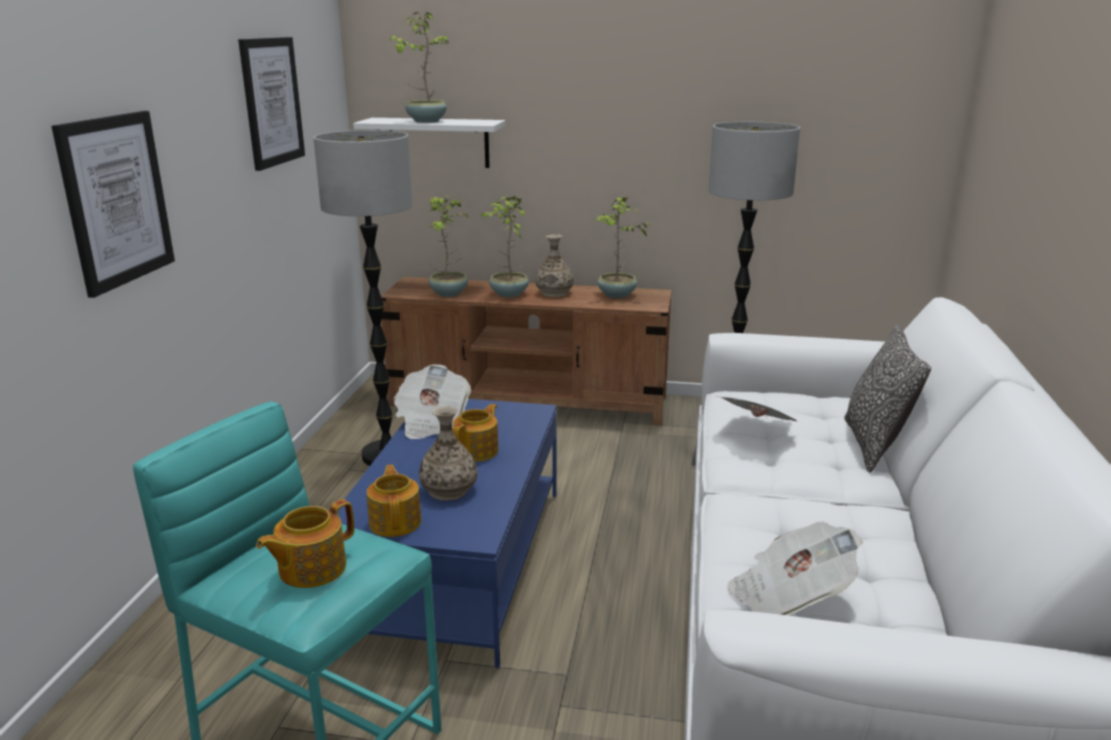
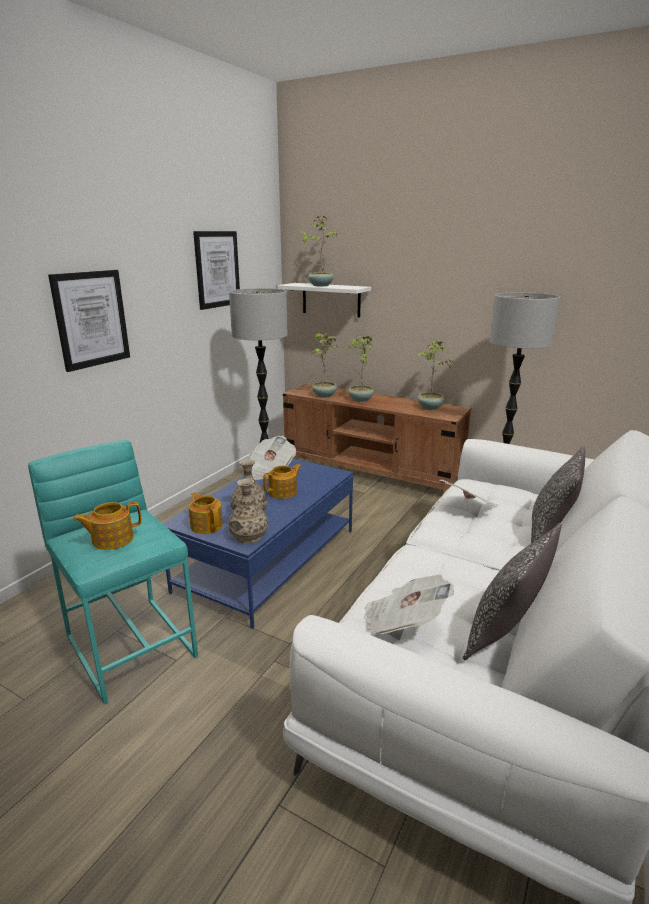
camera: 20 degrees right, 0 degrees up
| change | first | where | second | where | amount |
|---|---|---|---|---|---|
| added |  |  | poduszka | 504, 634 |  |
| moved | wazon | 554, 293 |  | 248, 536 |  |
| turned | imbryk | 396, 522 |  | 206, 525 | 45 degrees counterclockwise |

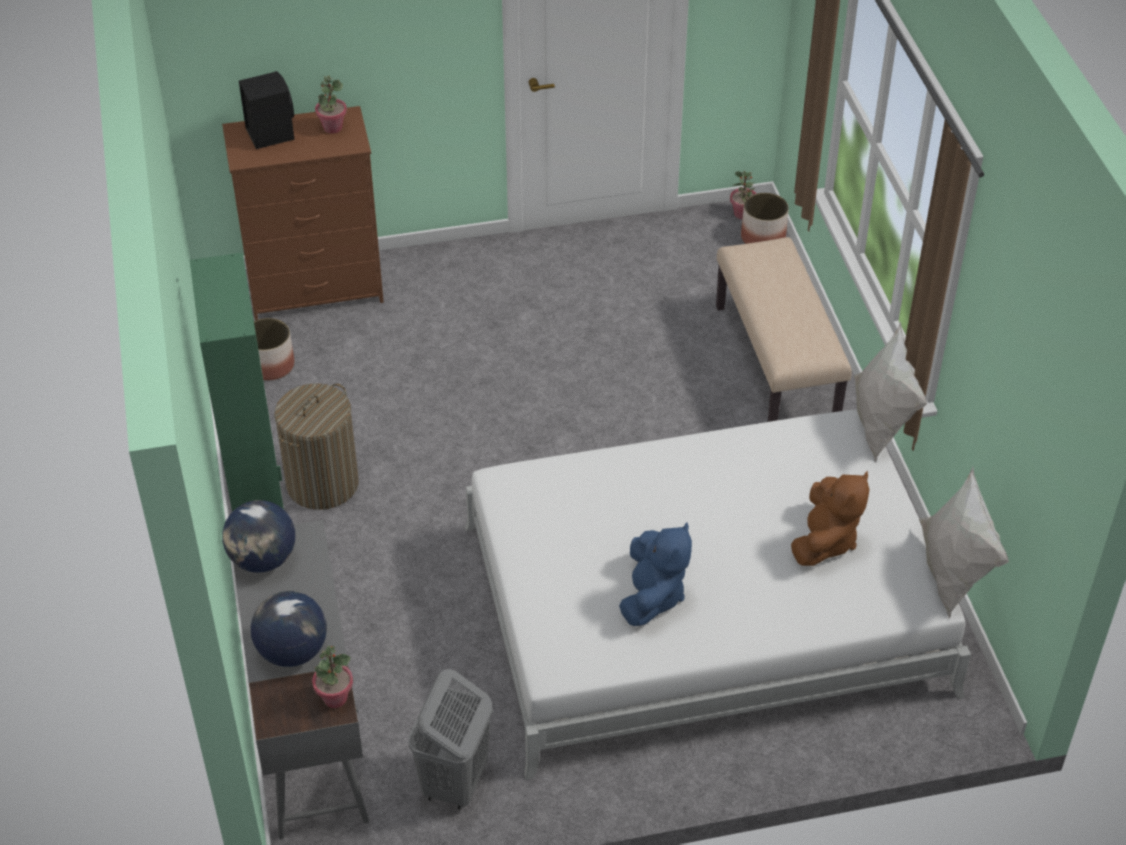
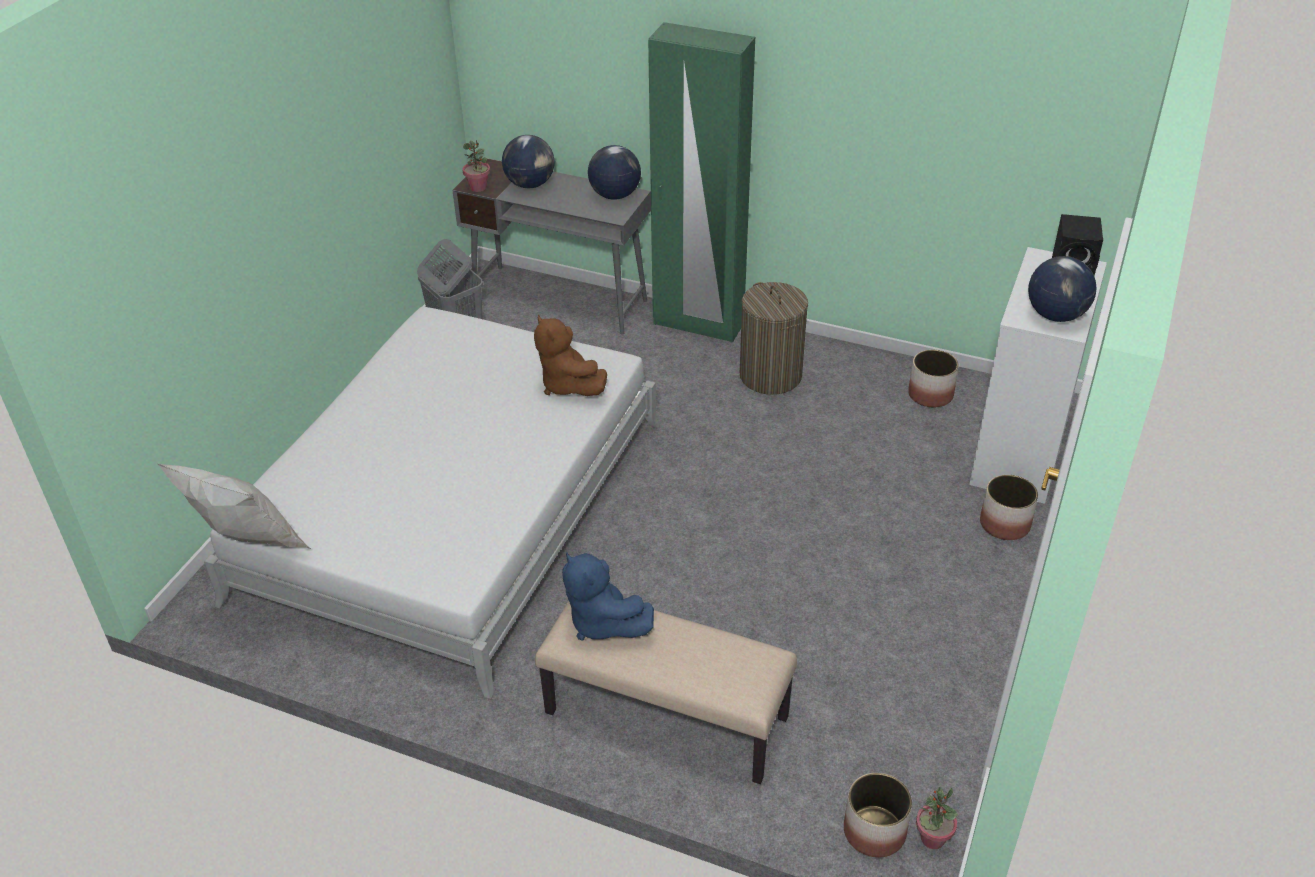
camera: 125 degrees right, 5 degrees down
| change | first | where | second | where | amount |
|---|---|---|---|---|---|
| removed | poduszka/biały | 880, 426 |  |  |  |
| added |  |  | donica | 1004, 524 |  |
| moved | pluszak/niebieski | 652, 596 |  | 602, 622 |  |
| moved | pluszak/brązowy | 825, 541 |  | 568, 385 |  |
| replaced | roślina doniczkowa | 332, 127 | globus | 1056, 315 |  |
| recoloured | komoda/brązowy | 316, 288 | komoda/biały | 1019, 453 |  |

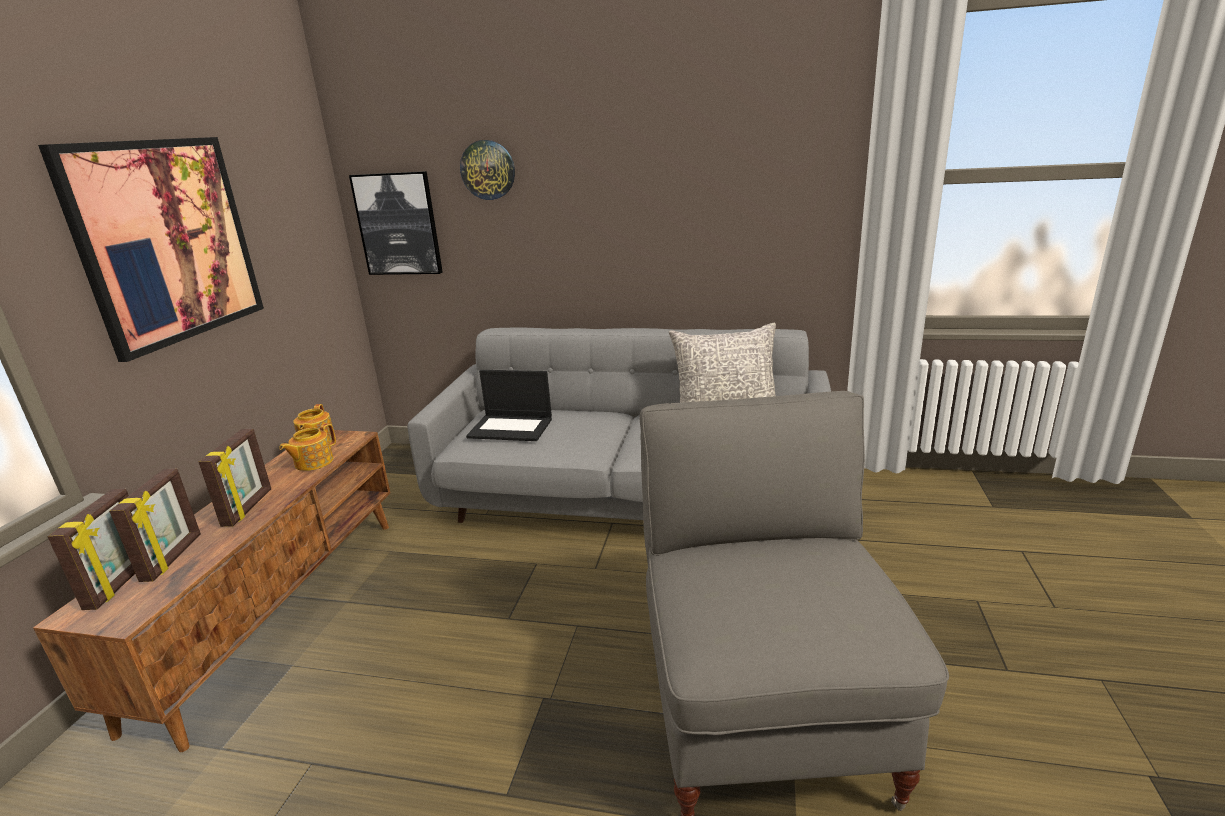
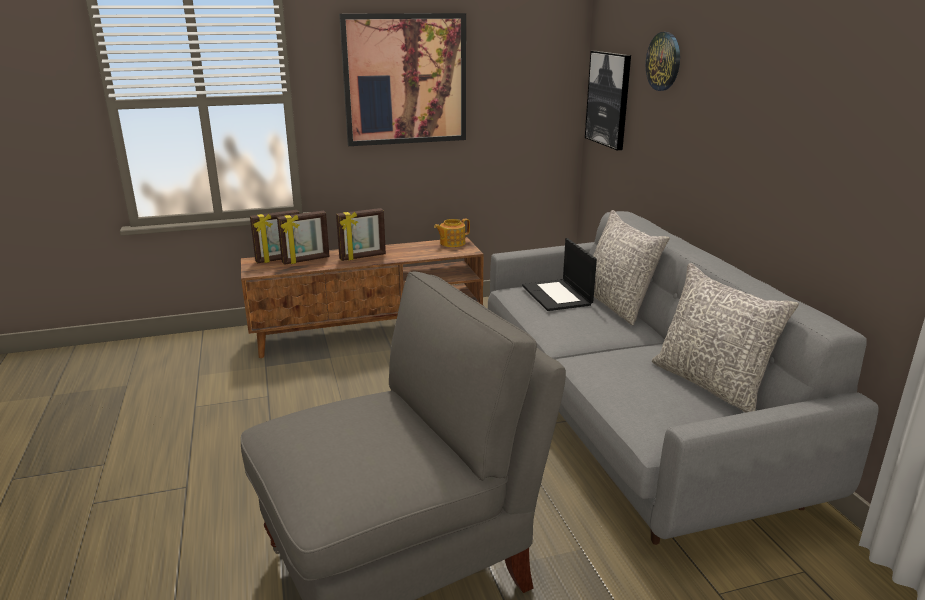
camera: 60 degrees right, 0 degrees up
| change | first | where | second | where | amount |
|---|---|---|---|---|---|
| removed | imbryk | 313, 462 |  |  |  |
| added |  |  | poduszka/szary | 617, 305 |  |

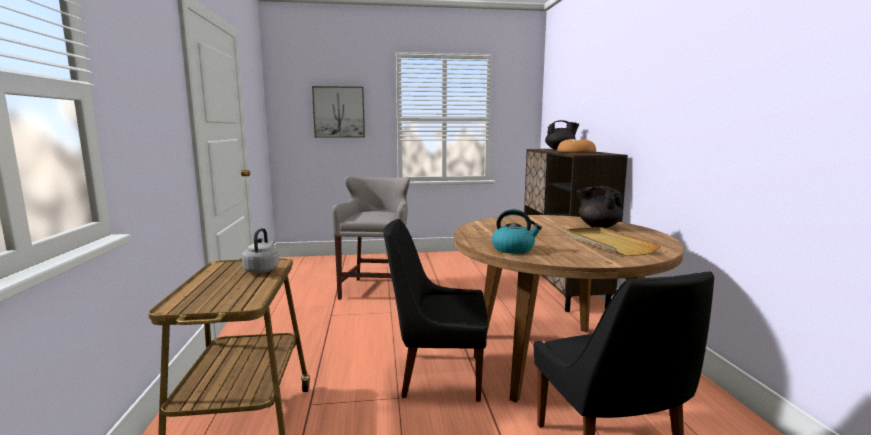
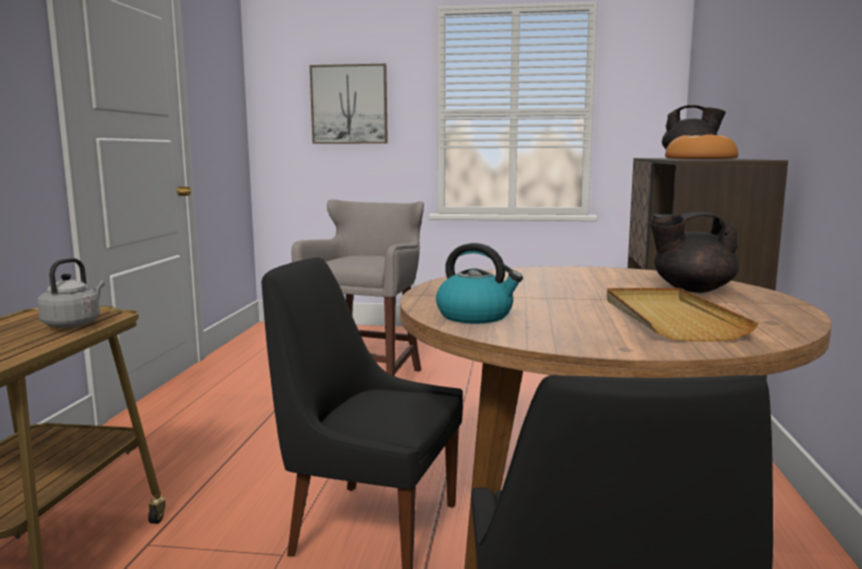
camera: 15 degrees right, 0 degrees up
| change | first | where | second | where | amount |
|---|---|---|---|---|---|
| turned | imbryk/czarny | 598, 226 |  | 691, 289 | 60 degrees counterclockwise |

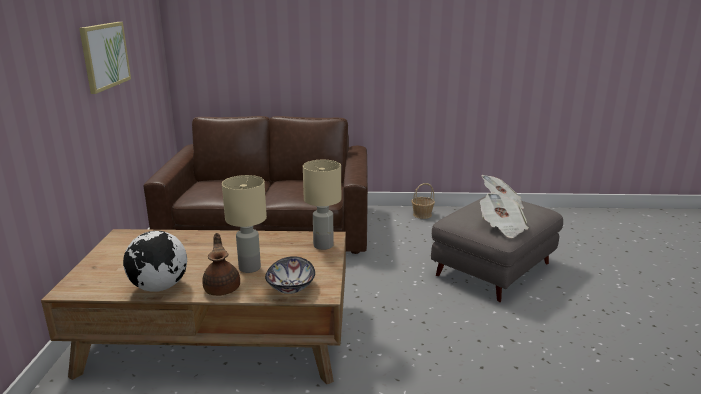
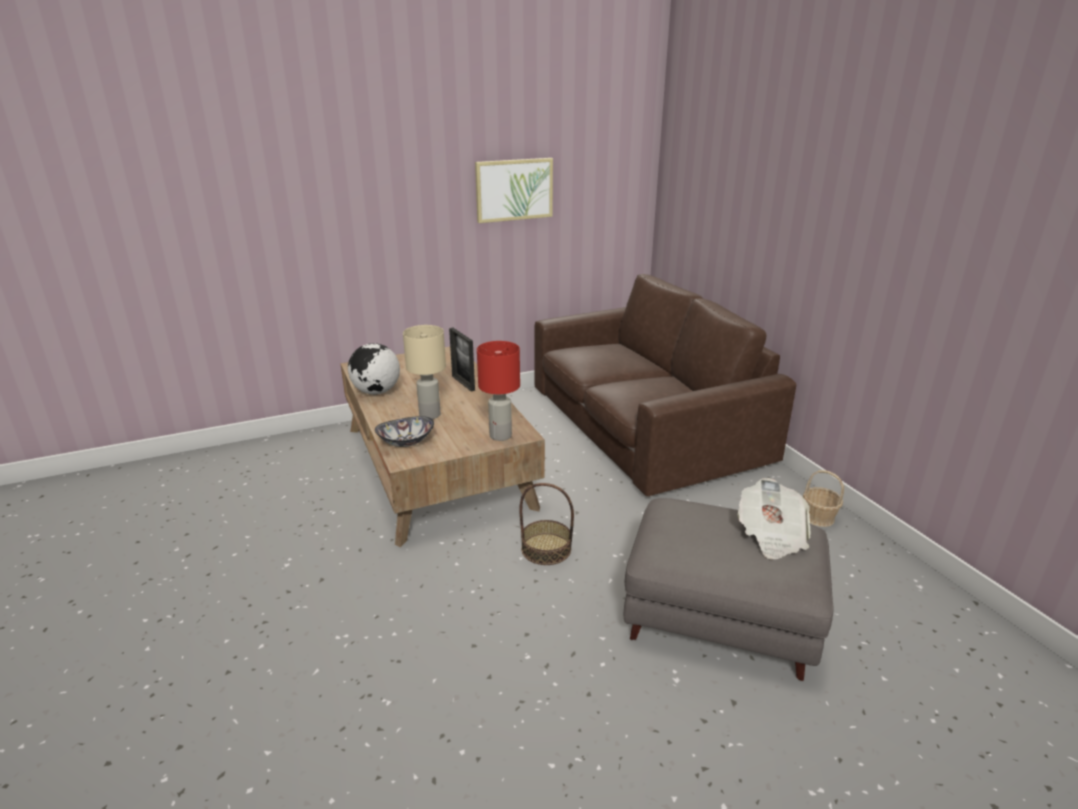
camera: 65 degrees right, 5 degrees up
| change | first | where | second | where | amount |
|---|---|---|---|---|---|
| removed | imbryk/brązowy | 222, 288 |  |  |  |
| removed | gazeta | 502, 227 |  |  |  |
| added |  |  | ramka na zdjęcie | 463, 383 |  |
| added |  |  | koszyk | 546, 549 |  |
| recoloured | lampa stołowa/beżowy | 324, 245 | lampa stołowa/czerwony | 500, 436 |  |

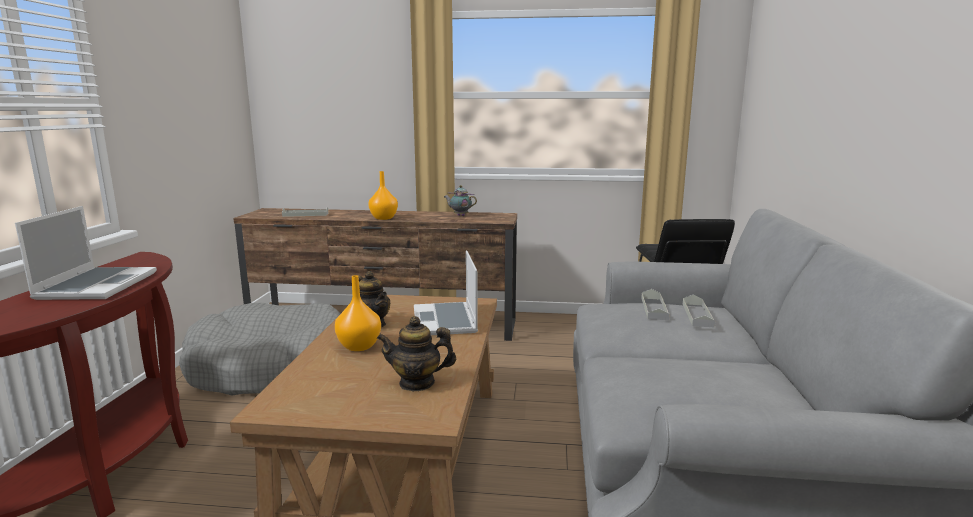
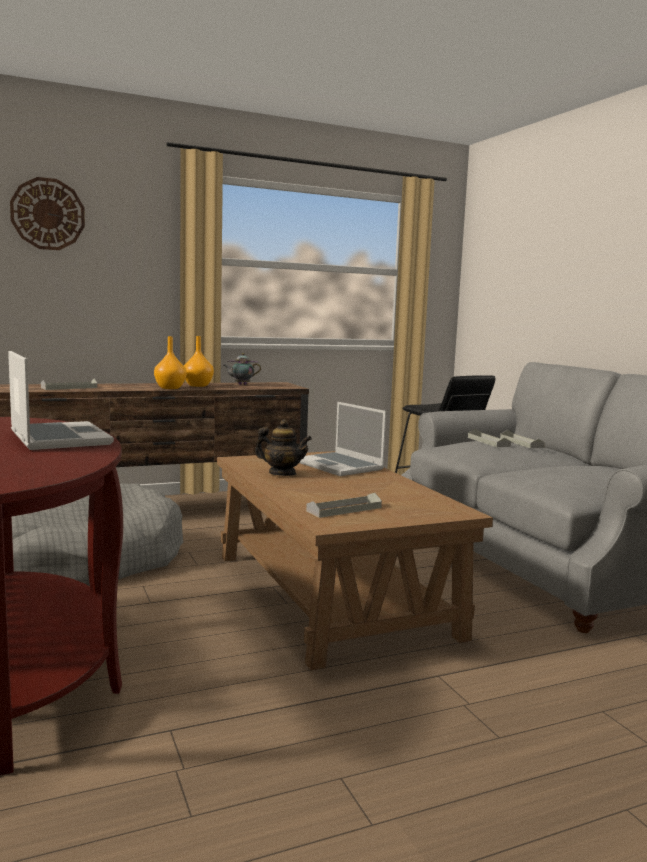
camera: 30 degrees left, 5 degrees down
| change | first | where | second | where | amount |
|---|---|---|---|---|---|
| removed | imbryk | 417, 383 |  |  |  |
| added |  |  | zegar ścienny | 48, 214 |  |
| added |  |  | taca/szary | 344, 509 |  |
| moved | wazon/pomarańczowy | 360, 346 |  | 198, 385 |  |

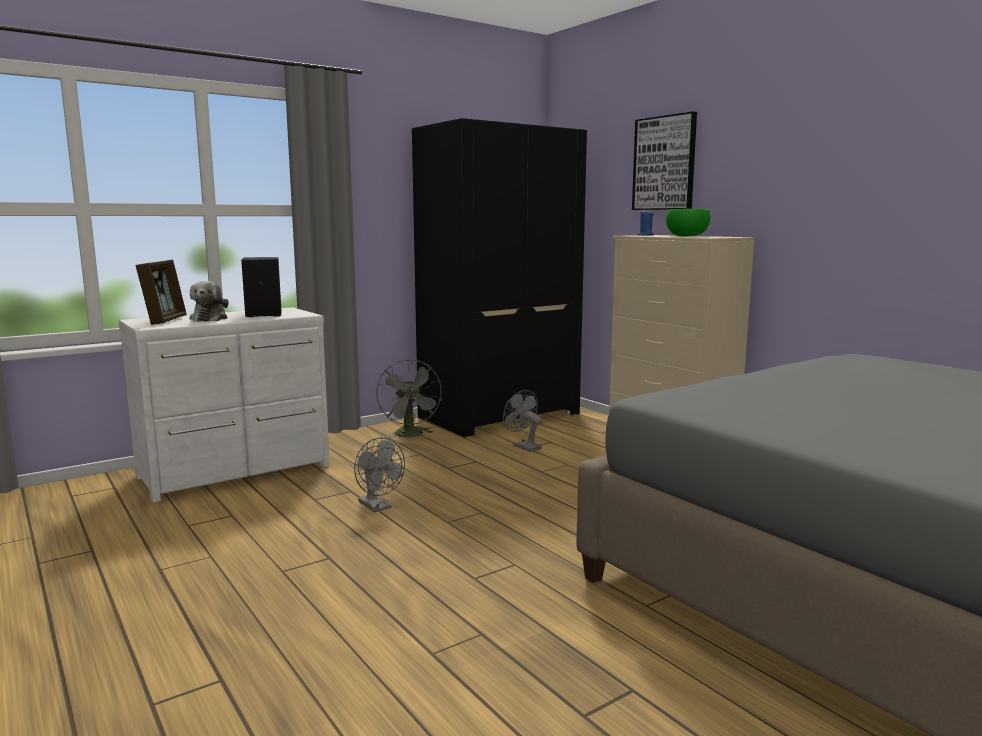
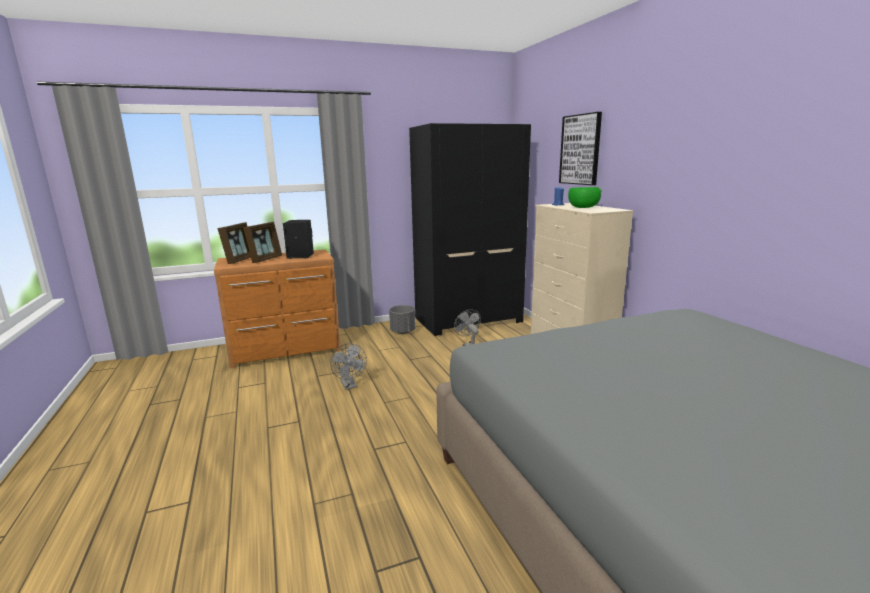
camera: 15 degrees right, 5 degrees up
| change | first | where | second | where | amount |
|---|---|---|---|---|---|
| replaced | pluszak | 210, 318 | ramka na zdjęcie | 265, 259 |  |
| replaced | wentylator/szary | 411, 435 | donica/szary | 403, 331 |  |
| recoloured | komoda/biały | 237, 472 | komoda/brązowy | 287, 351 |  |

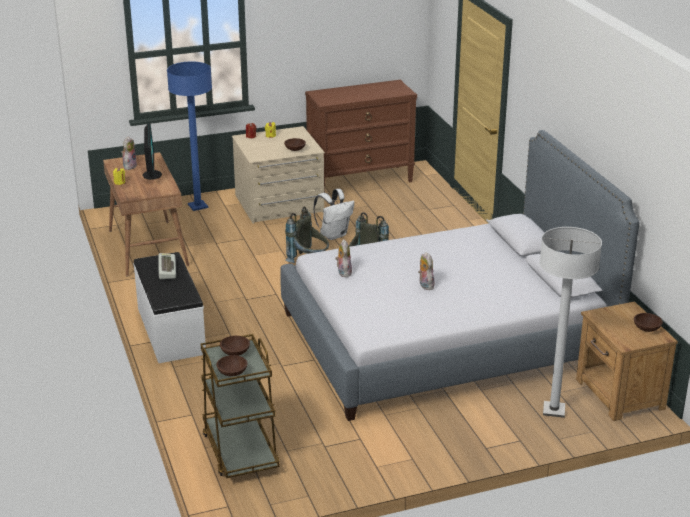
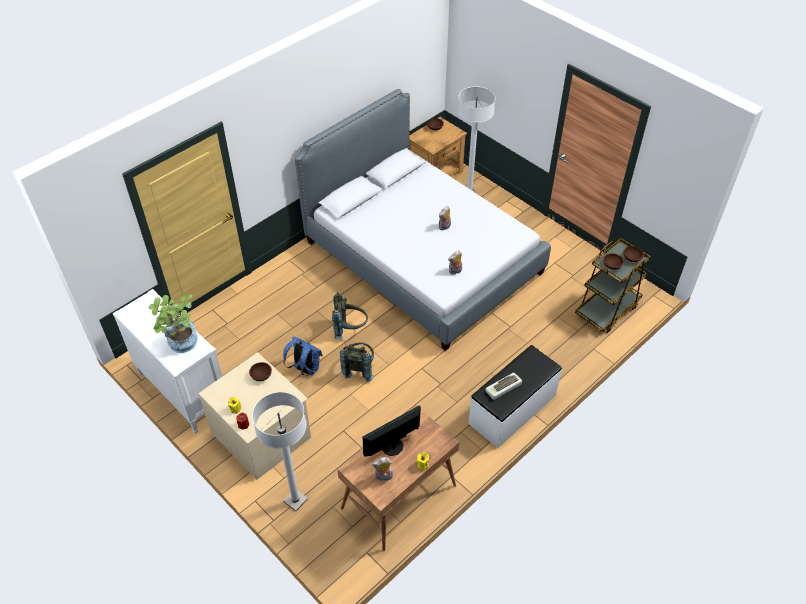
camera: 115 degrees left, 20 degrees up
| change | first | where | second | where | amount |
|---|---|---|---|---|---|
| added |  |  | roślina doniczkowa | 182, 345 |  |
| recoloured | lampa stojąca/niebieski | 198, 206 | lampa stojąca/biały | 295, 500 |  |
| recoloured | komoda/brązowy | 360, 180 | komoda/biały | 183, 391 |  |
| recoloured | plecak/biały | 334, 235 | plecak/niebieski | 305, 369 |  |

